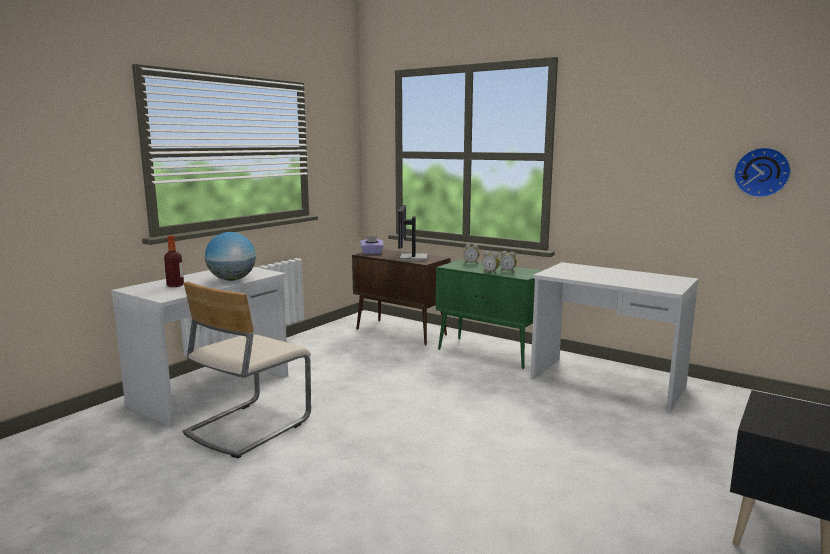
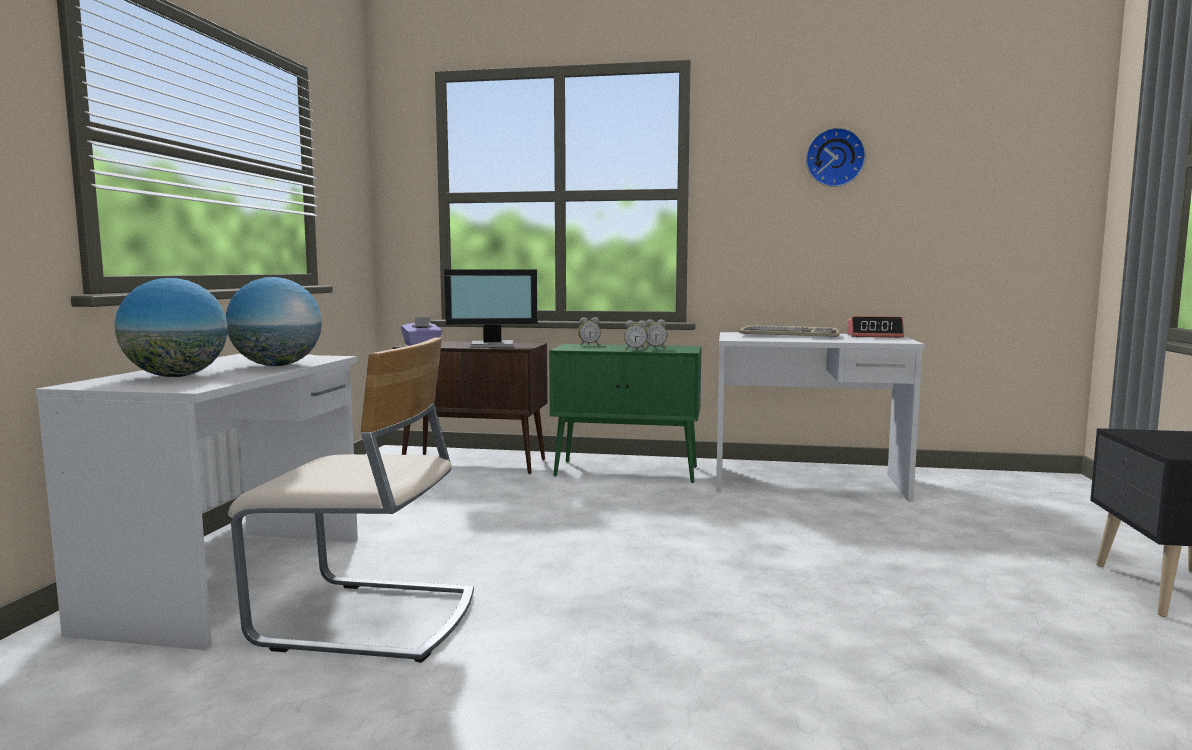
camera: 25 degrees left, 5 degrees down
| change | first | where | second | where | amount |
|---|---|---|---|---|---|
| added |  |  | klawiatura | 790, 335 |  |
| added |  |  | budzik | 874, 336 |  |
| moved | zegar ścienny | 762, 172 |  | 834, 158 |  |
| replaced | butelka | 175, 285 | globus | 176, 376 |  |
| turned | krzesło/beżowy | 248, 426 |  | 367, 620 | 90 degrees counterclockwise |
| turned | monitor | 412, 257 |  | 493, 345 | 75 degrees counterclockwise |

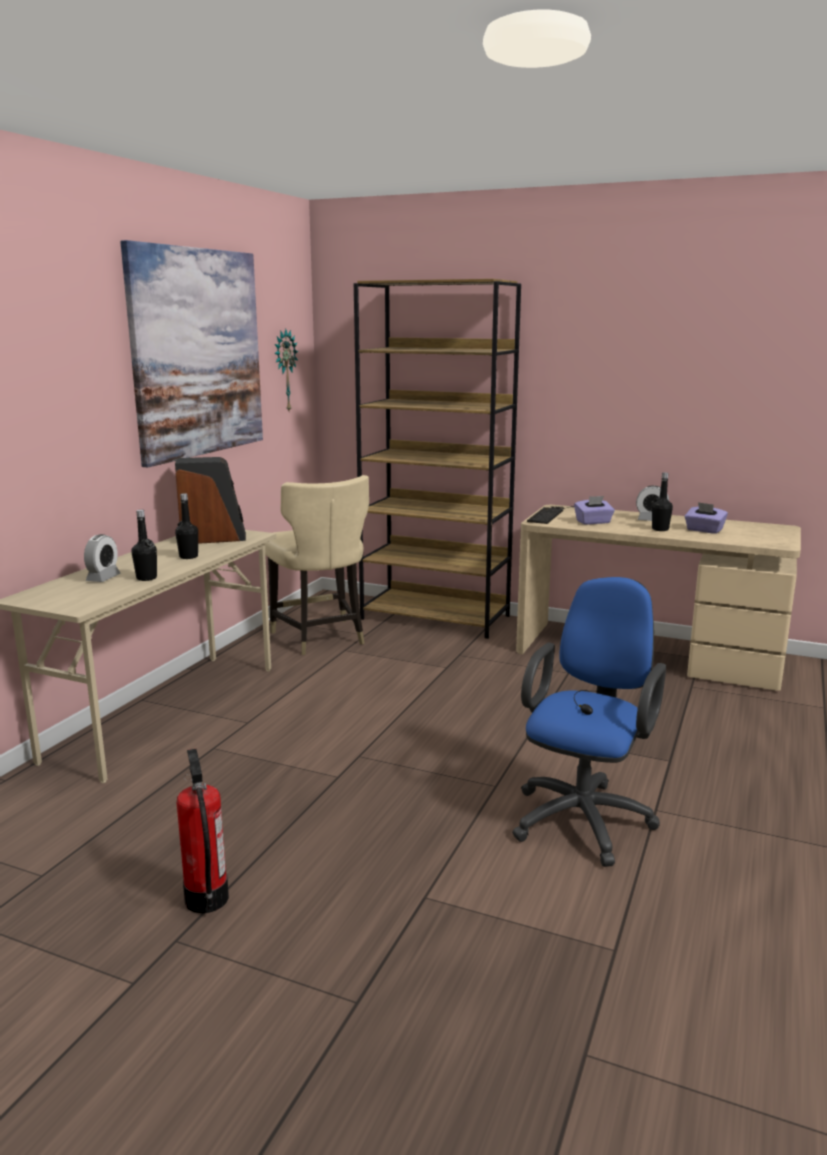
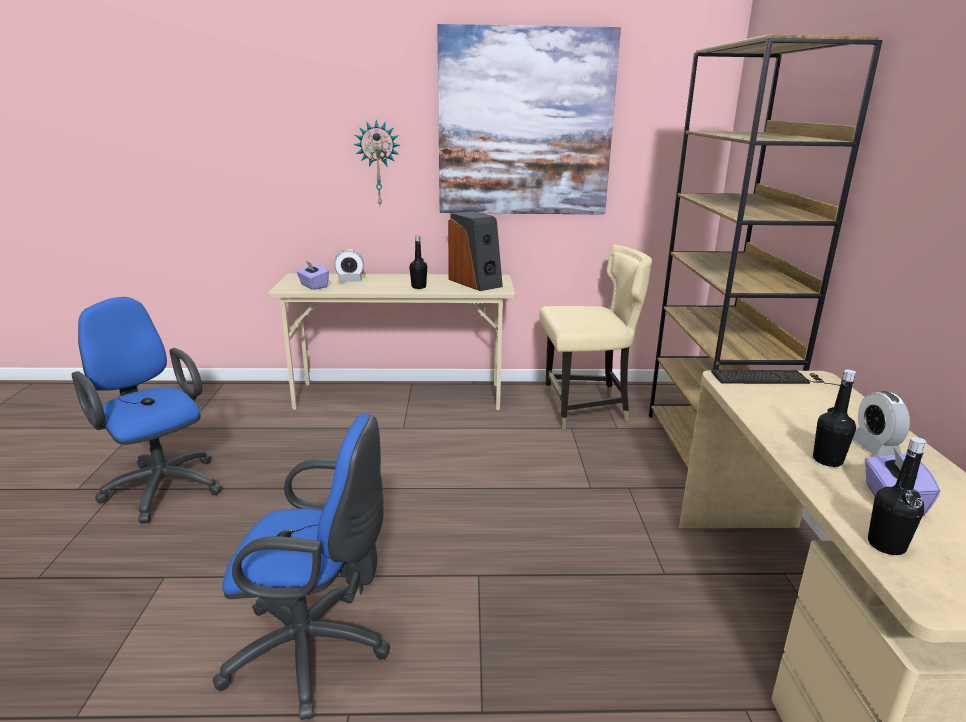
camera: 65 degrees right, 5 degrees up
| change | first | where | second | where | amount |
|---|---|---|---|---|---|
| moved | butelka/czarny | 146, 578 |  | 886, 545 |  |
| moved | zegar ścienny | 284, 371 |  | 378, 164 |  |
| moved | pudełko chusteczek/fioletowy | 593, 522 |  | 313, 286 |  |
| replaced | gaśnica | 206, 899 | krzesło biurowe/niebieski | 161, 485 |  |
| turned | krzesło/beżowy | 319, 637 |  | 585, 410 | 135 degrees counterclockwise |

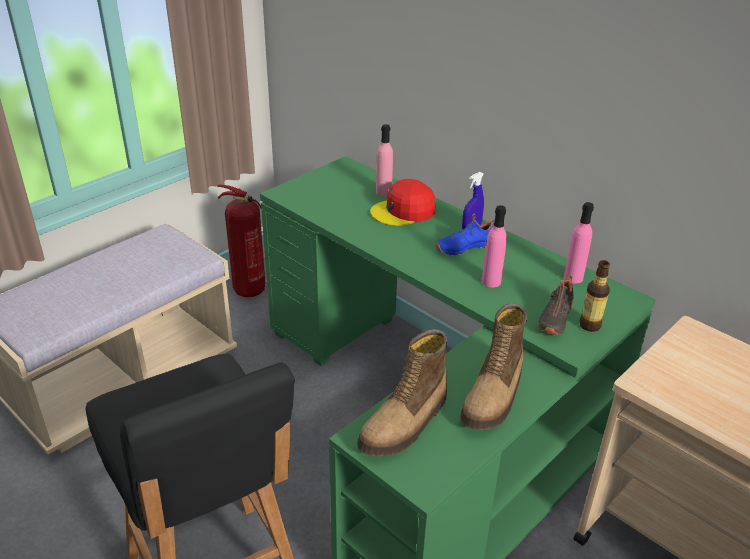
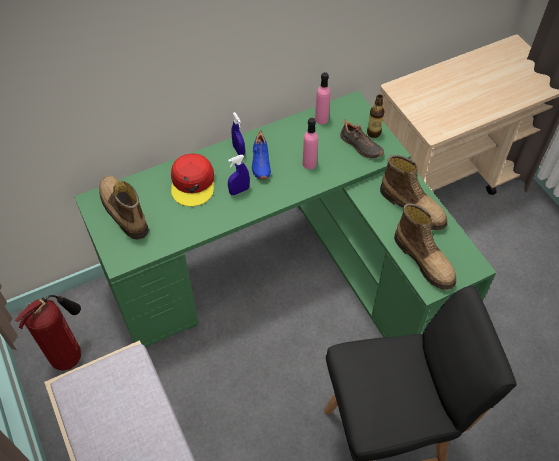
camera: 70 degrees left, 20 degrees up
| change | first | where | second | where | amount |
|---|---|---|---|---|---|
| removed | butelka/różowy | 383, 192 |  |  |  |
| added |  |  | but z cholewką | 123, 211 |  |
| added |  |  | spryskiwacz/niebieski | 239, 191 |  |

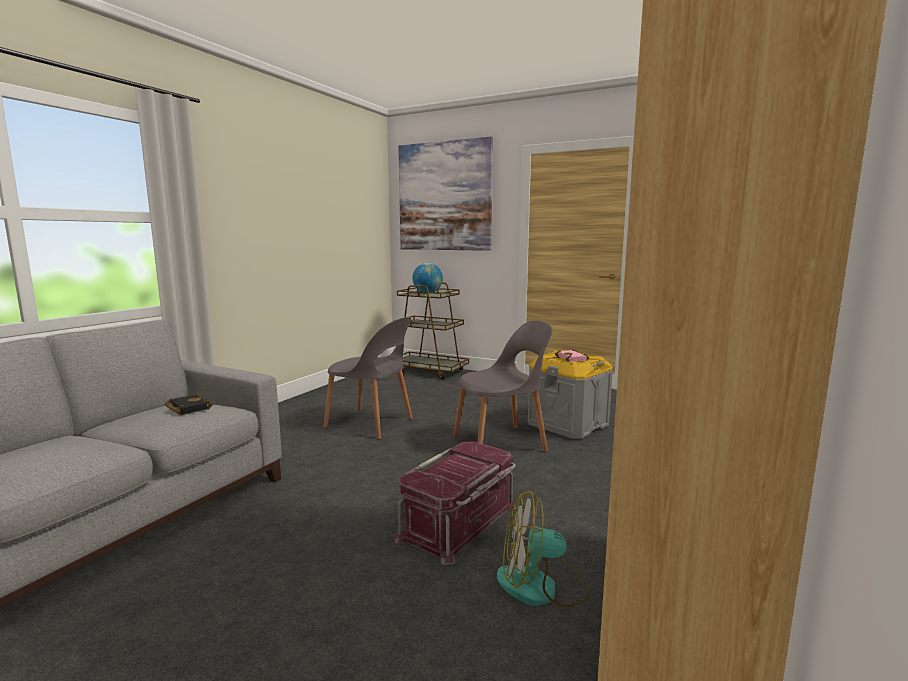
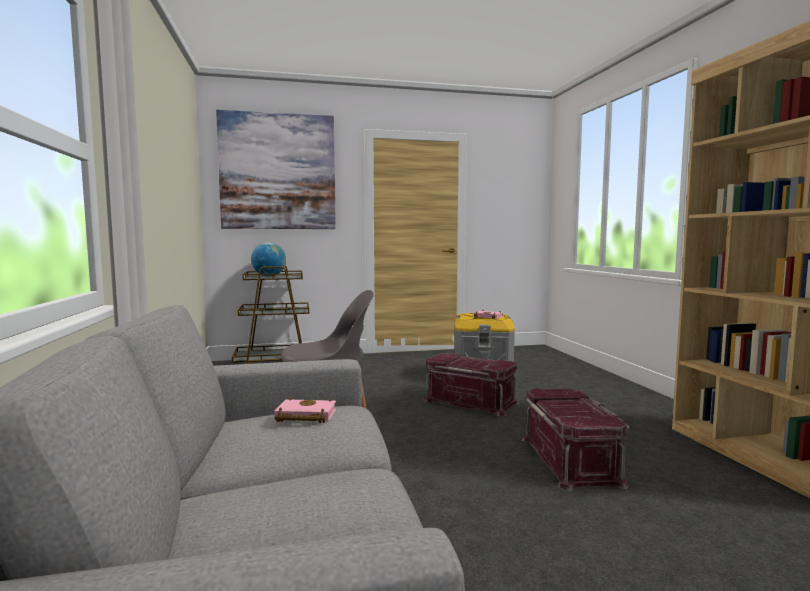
camera: 40 degrees left, 5 degrees down
| change | first | where | second | where | amount |
|---|---|---|---|---|---|
| removed | wentylator | 541, 587 |  |  |  |
| replaced | krzesło/szary | 501, 443 | pojemnik do przechowywania/czerwony | 471, 401 |  |
| recoloured | książka/czarny | 187, 408 | książka/różowy | 304, 416 |  |

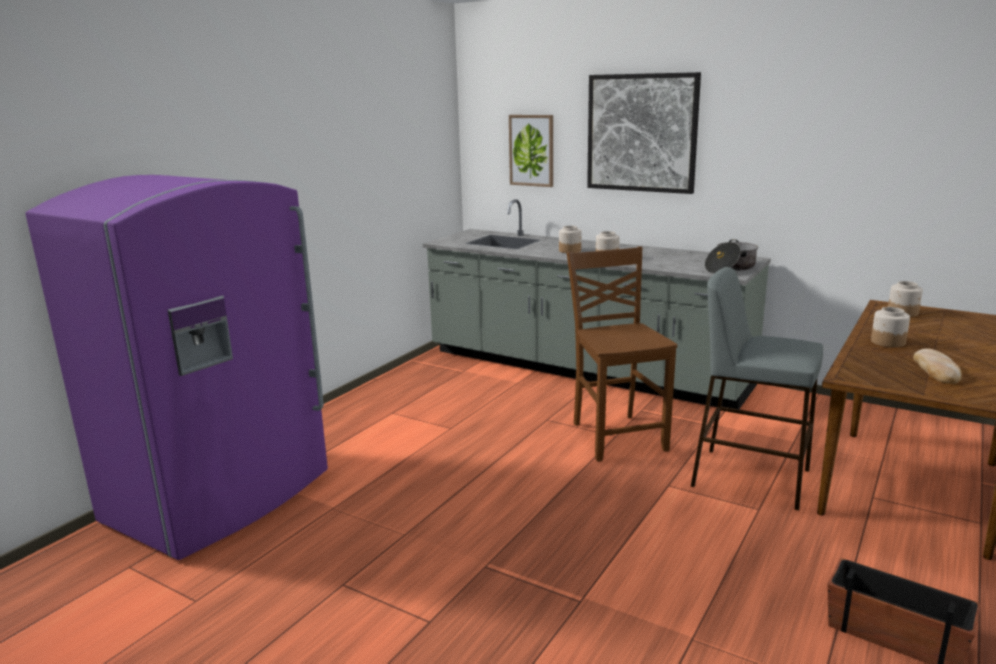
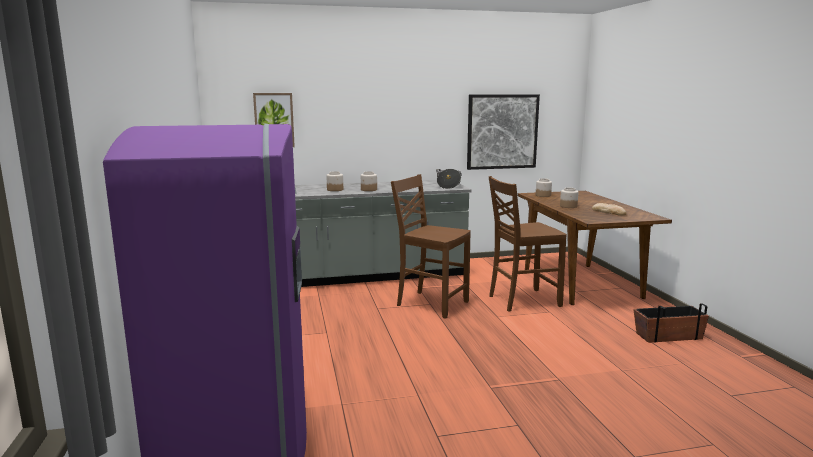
camera: 45 degrees left, 5 degrees down
| change | first | where | second | where | amount |
|---|---|---|---|---|---|
| moved | obraz | 641, 133 |  | 502, 131 |  |
| replaced | stołek/szary | 749, 477 | krzesło/brązowy | 522, 300 |  |

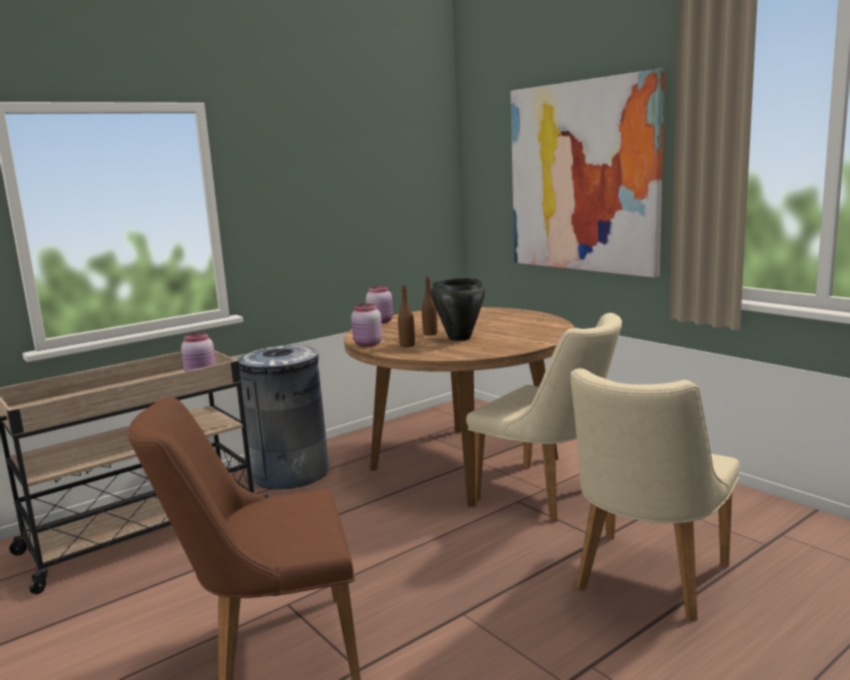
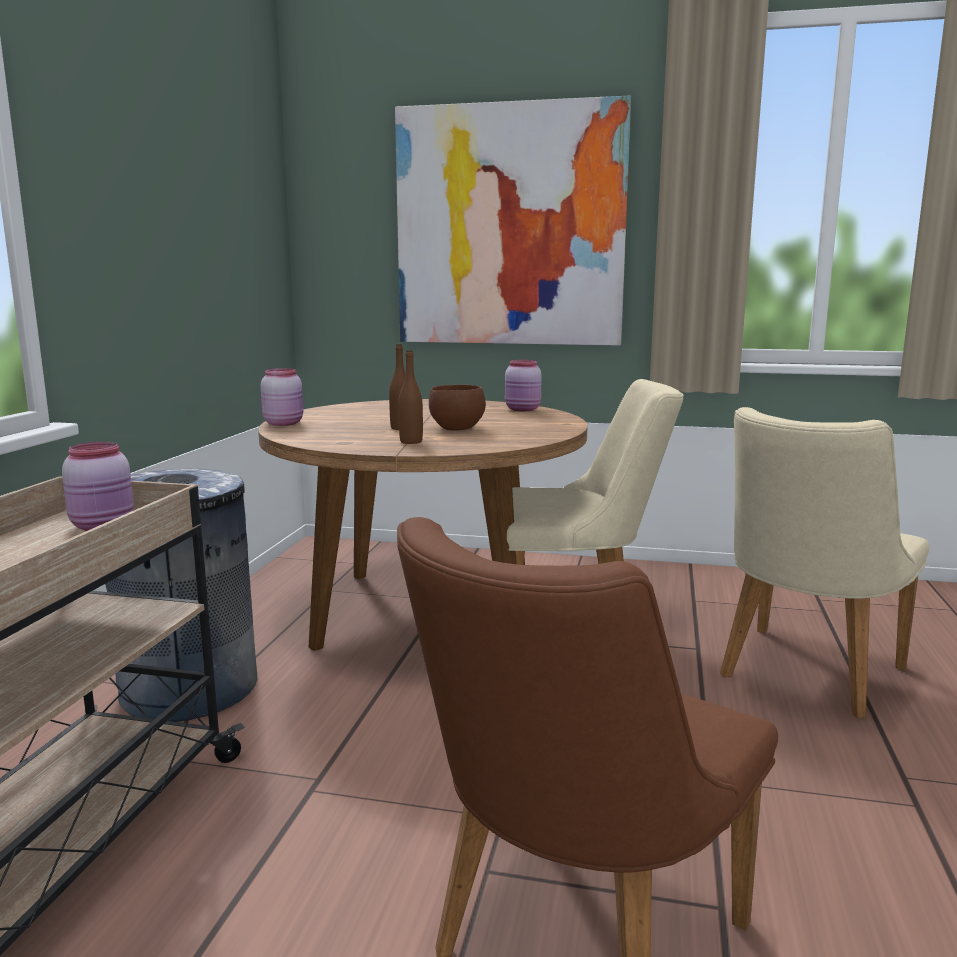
camera: 40 degrees left, 0 degrees up
| change | first | where | second | where | amount |
|---|---|---|---|---|---|
| moved | słoik/różowy | 367, 344 |  | 523, 409 |  |
| replaced | garnek/czarny | 459, 338 | miska/brązowy | 455, 429 |  |
| turned | krzesło/beżowy | 645, 582 |  | 803, 676 | 45 degrees clockwise |

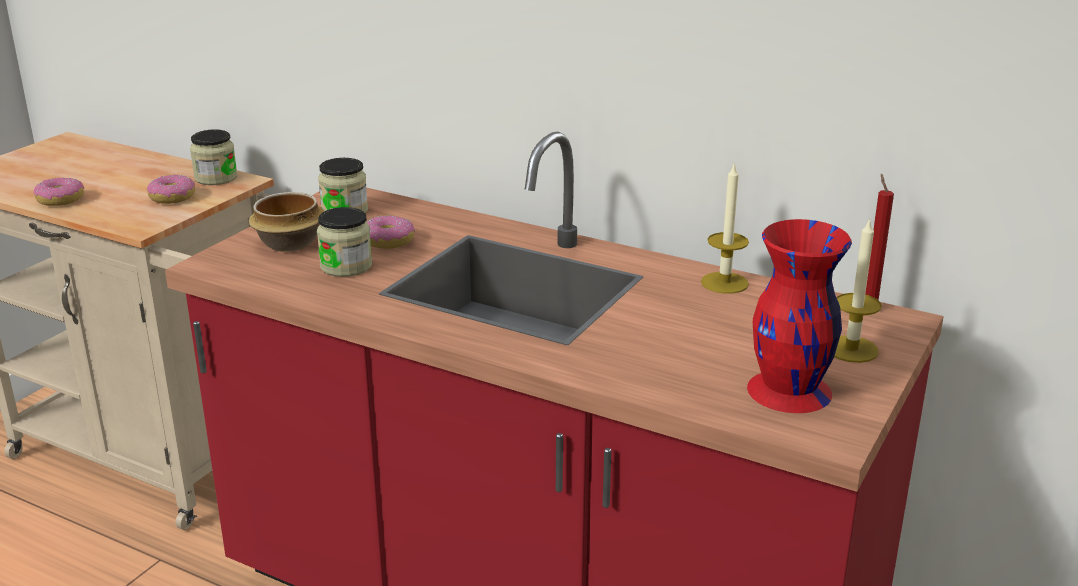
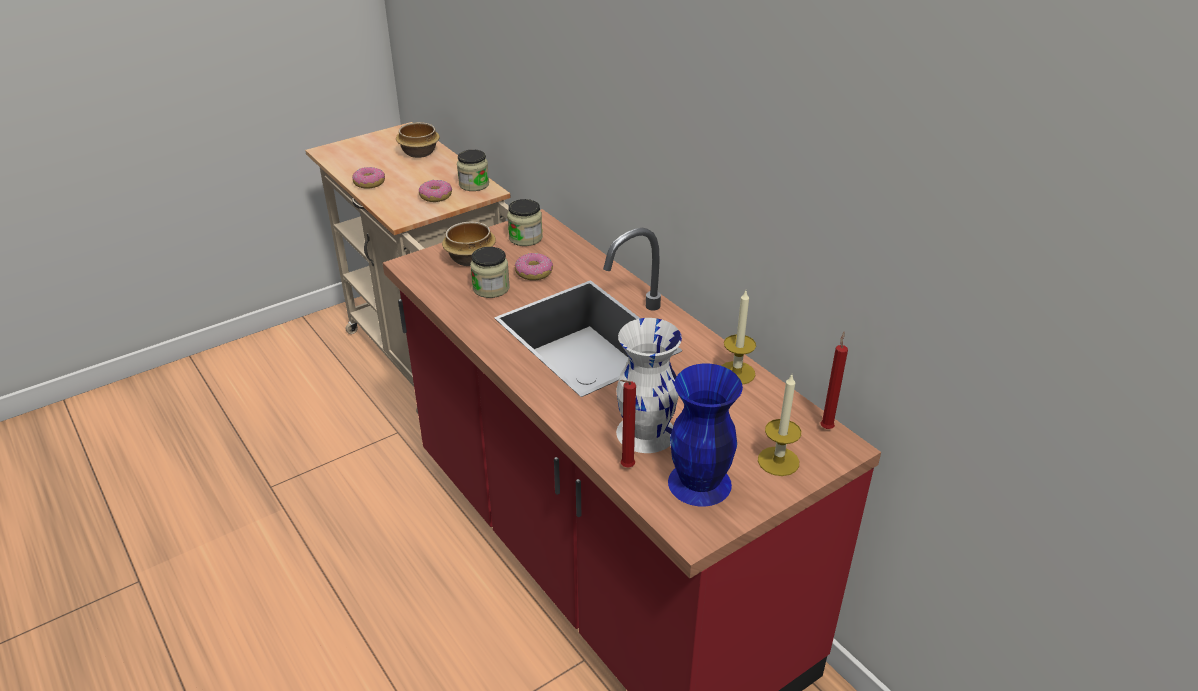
camera: 25 degrees right, 10 degrees up
| change | first | where | second | where | amount |
|---|---|---|---|---|---|
| added |  |  | miska | 419, 152 |  |
| added |  |  | wazon/biały | 646, 433 |  |
| added |  |  | świeca/czerwony | 625, 468 |  |
| recoloured | wazon/czerwony | 788, 391 | wazon/niebieski | 698, 483 |  |

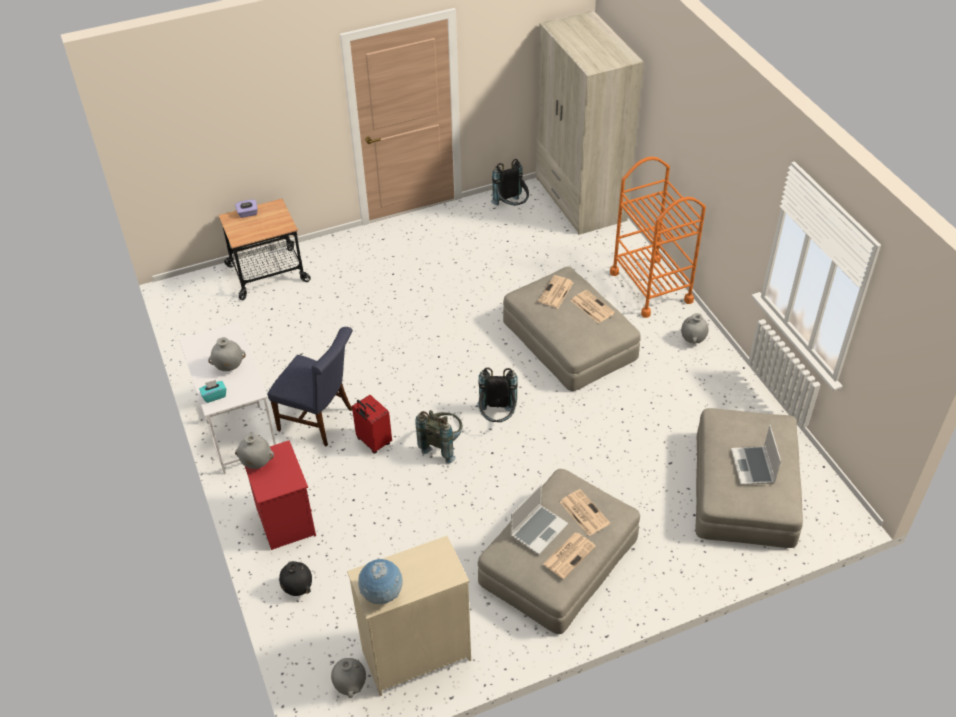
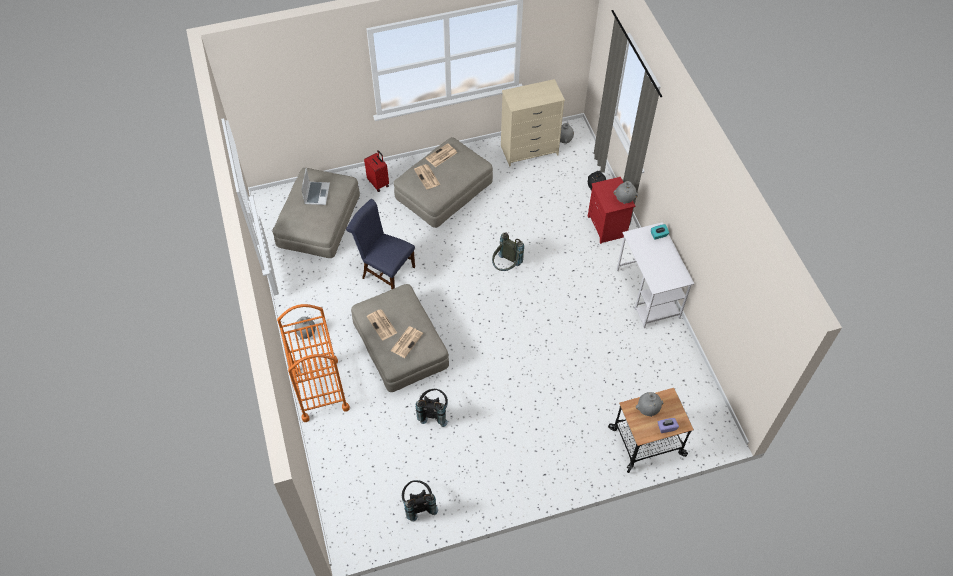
camera: 175 degrees left, 10 degrees up
| change | first | where | second | where | amount |
|---|---|---|---|---|---|
| removed | globus | 382, 594 |  |  |  |
| removed | laptop | 538, 529 |  |  |  |
| removed | szafa/beżowy | 579, 200 |  |  |  |
| moved | wazon/szary | 229, 367 |  | 648, 409 |  |
| moved | krzesło/niebieski | 320, 420 |  | 385, 271 |  |
| moved | walizka/czerwony | 373, 442 |  | 379, 183 |  |
| moved | plecak/czarny | 497, 418 |  | 433, 412 |  |

